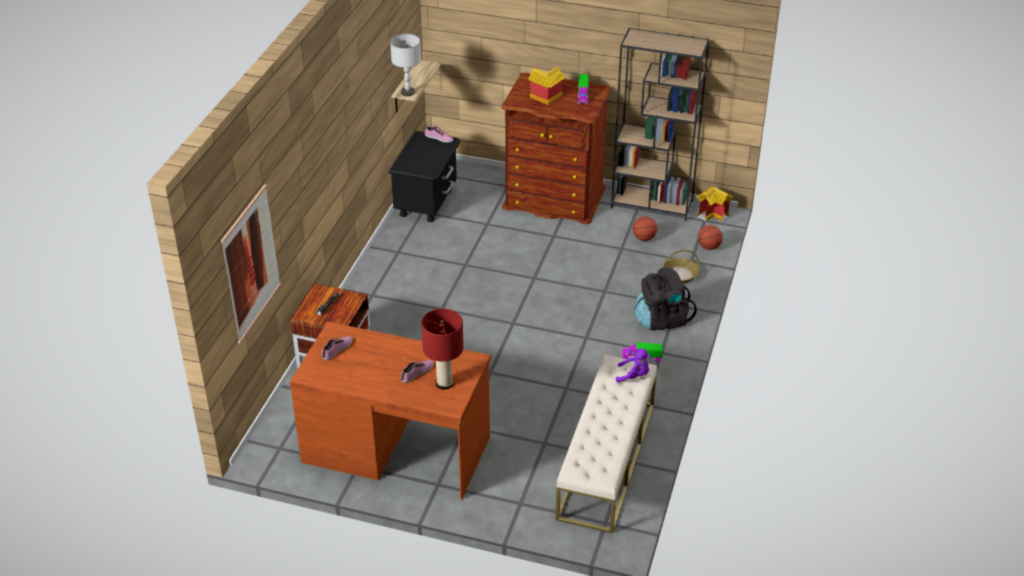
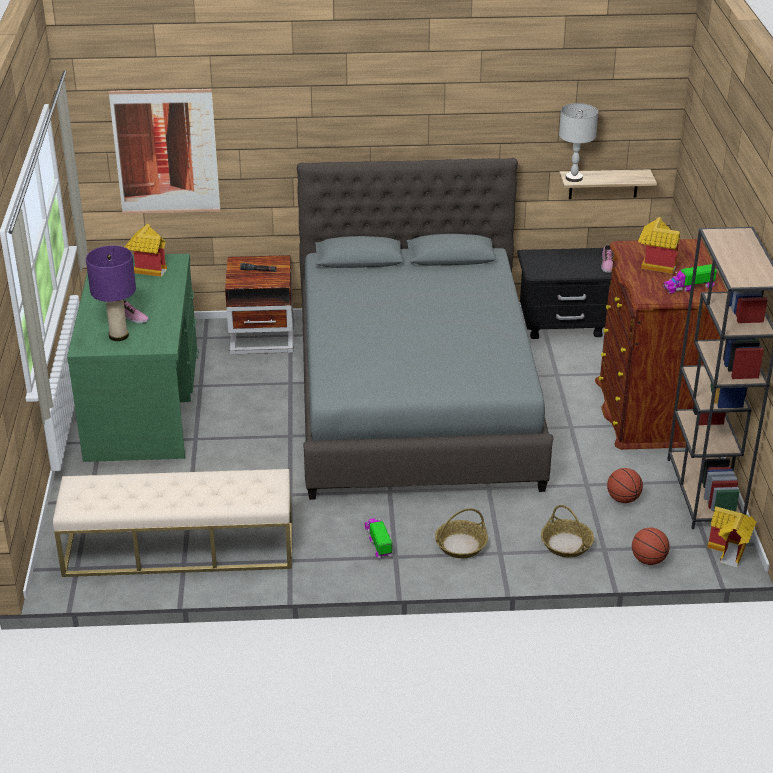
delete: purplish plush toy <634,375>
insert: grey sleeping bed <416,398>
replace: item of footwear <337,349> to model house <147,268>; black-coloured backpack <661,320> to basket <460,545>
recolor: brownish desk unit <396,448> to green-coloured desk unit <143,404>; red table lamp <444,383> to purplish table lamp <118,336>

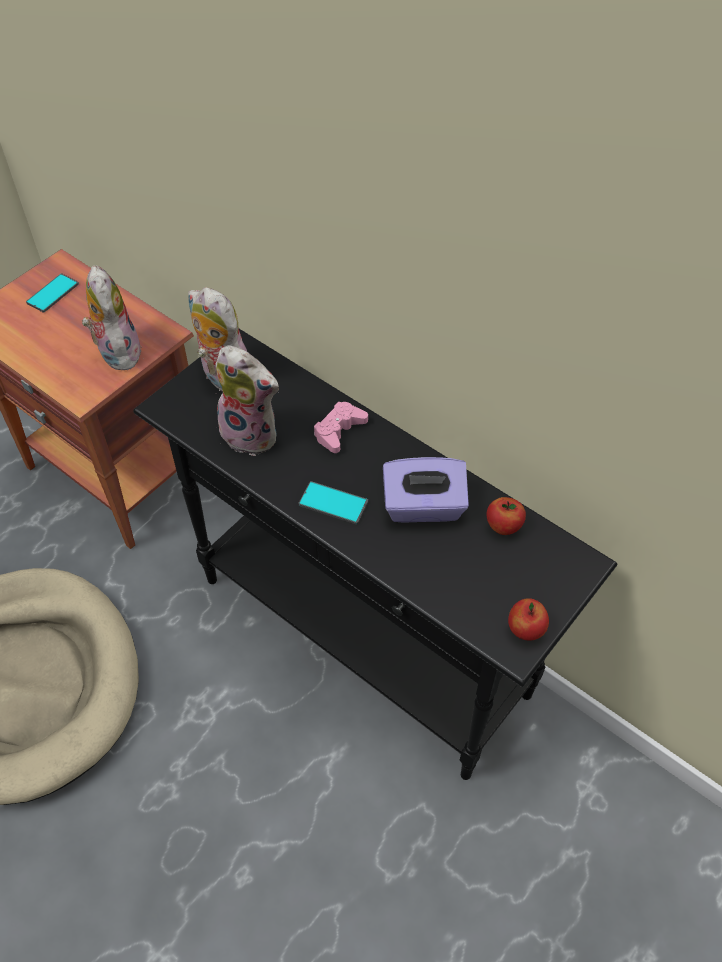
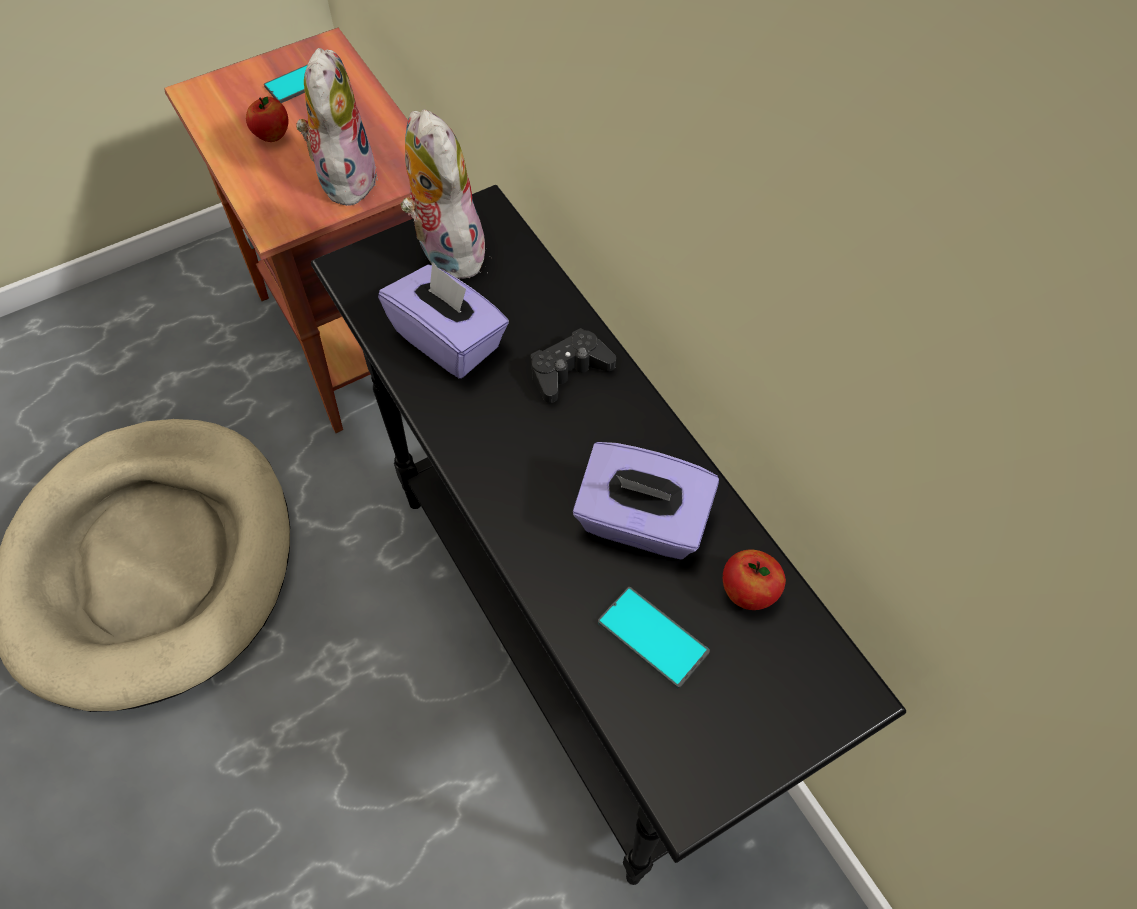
move: apple fruit <525,630> to <272,136>; phone <333,503> to <653,637>
replace: plush toy <253,433> to purplish tissue box <449,340>
recolor: pink-coloured joypad <339,431> to black-coloured joypad <569,371>

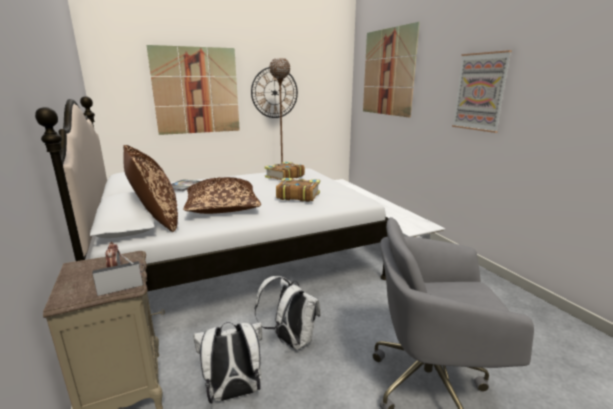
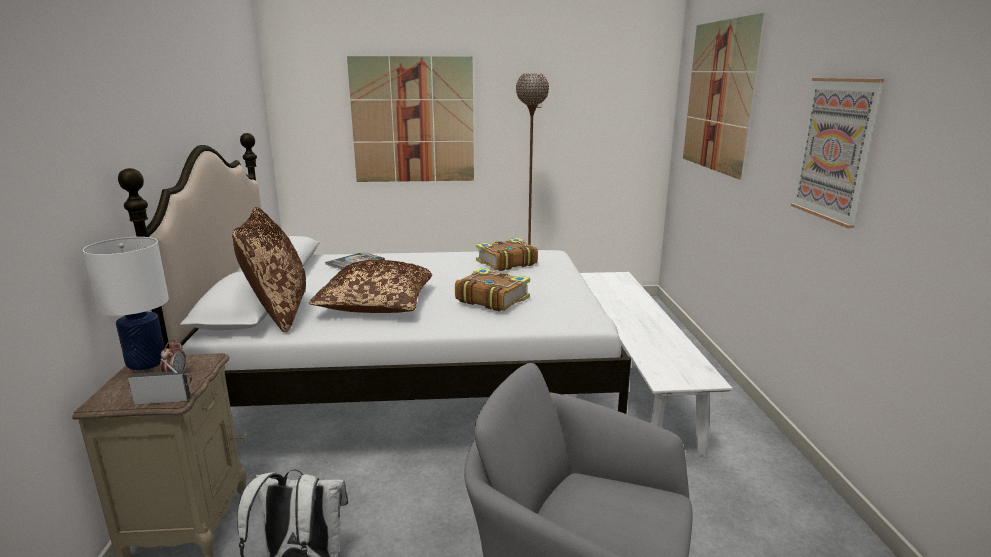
delete: clock on the wall <274,92>; white backpack <290,340>
insert: white table lamp <147,366>

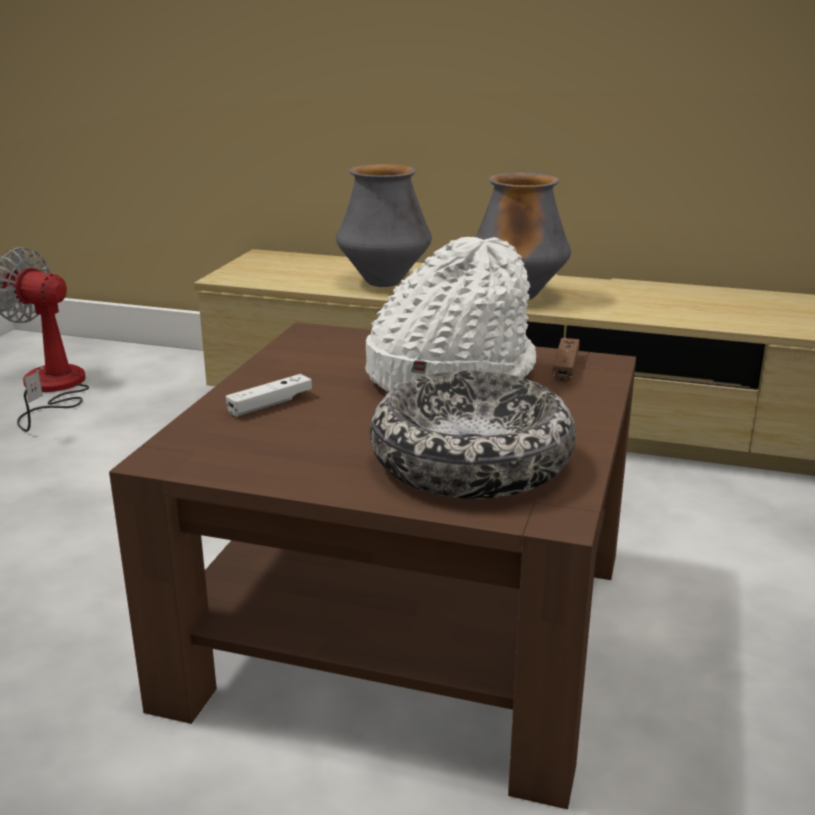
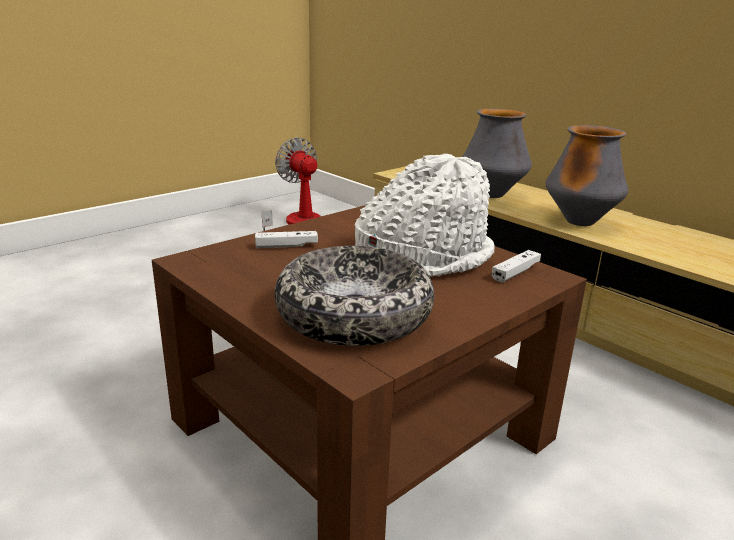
recolor: brownish joypad <565,367> to white joypad <515,272>

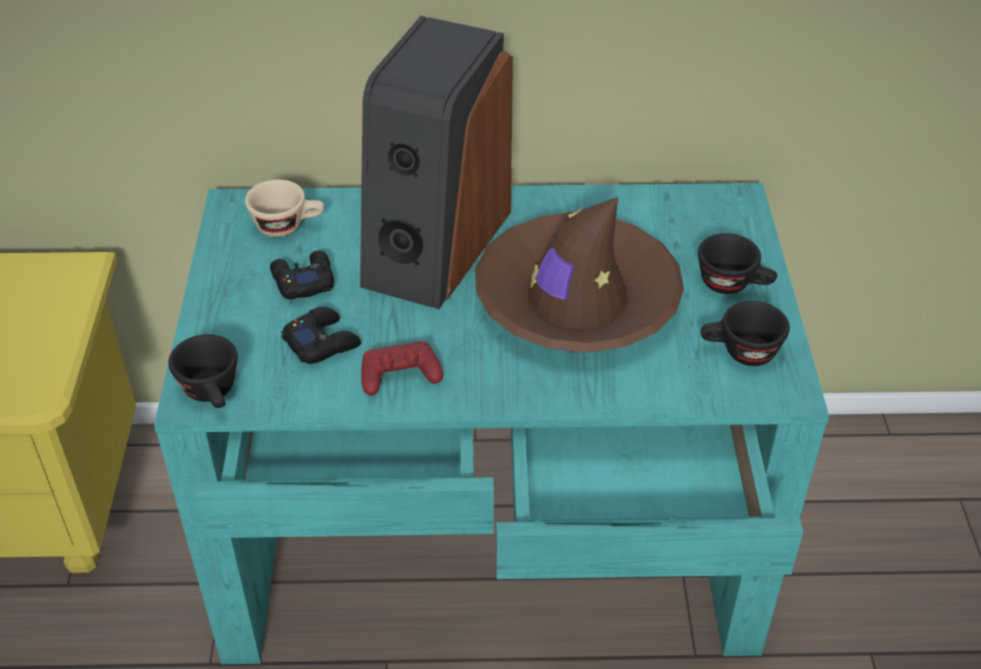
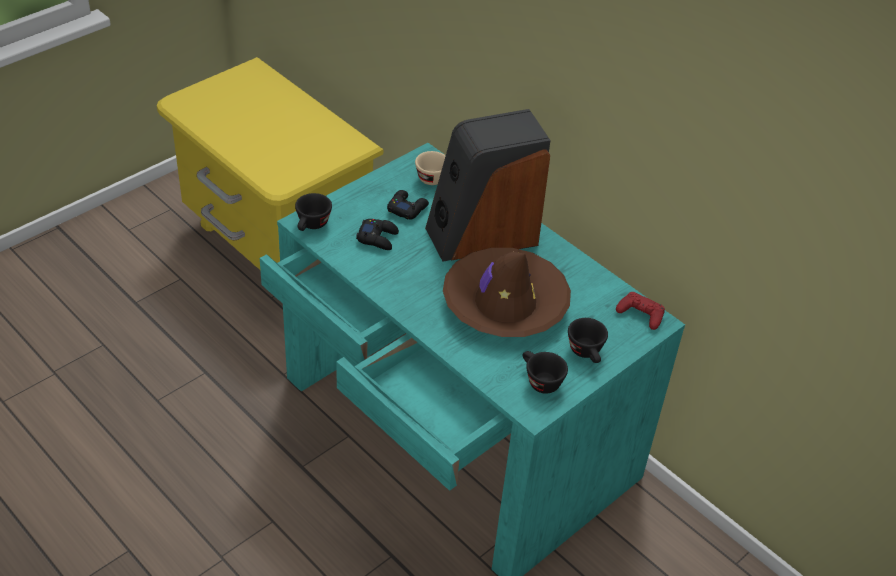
move: red joypad <400,375> to <640,314>

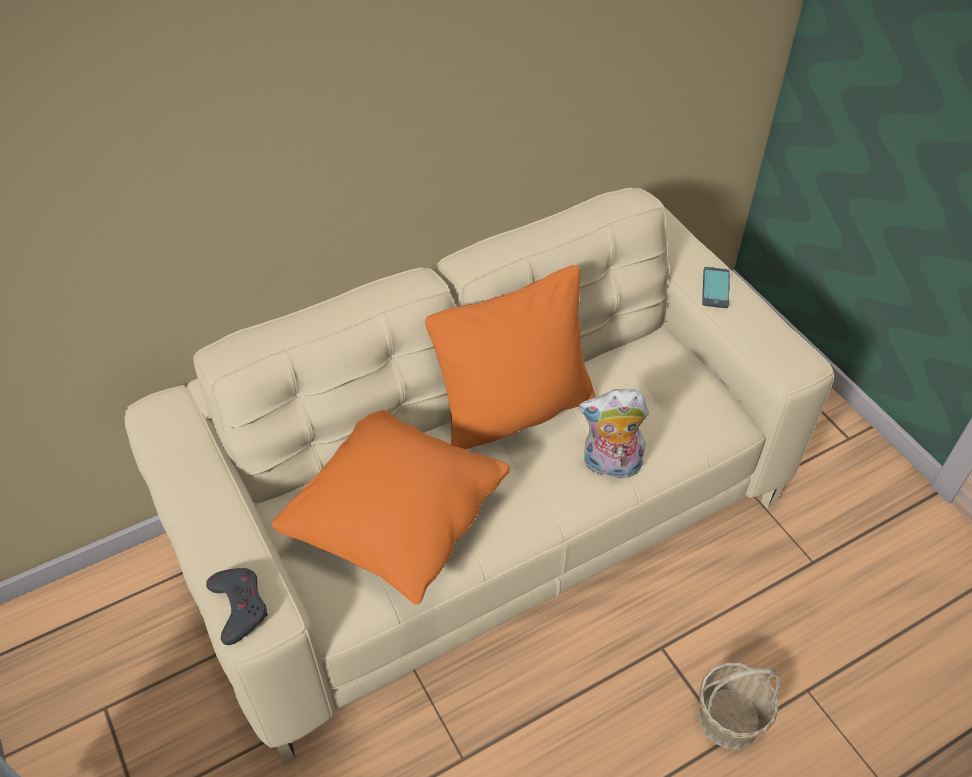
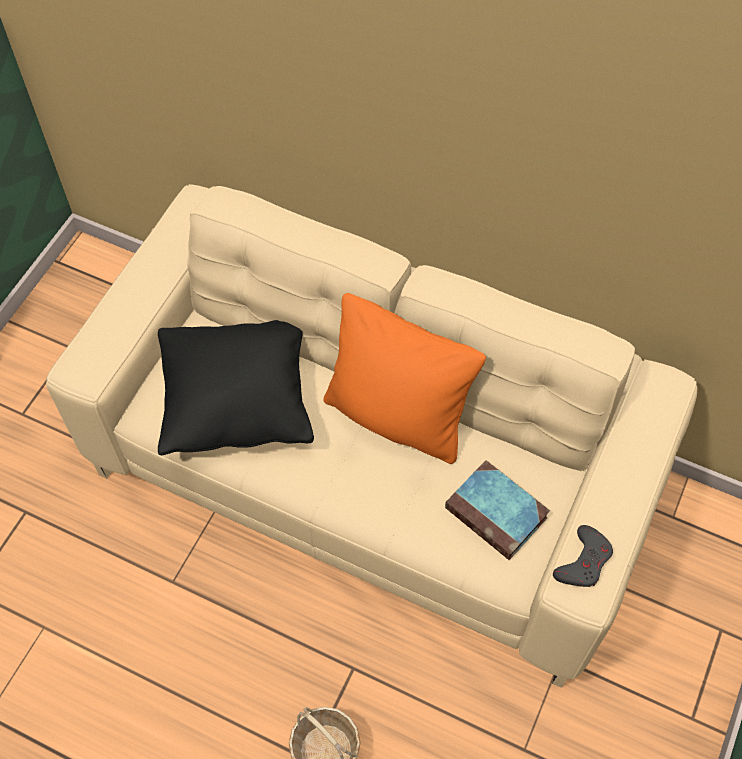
delete: plush toy <610,466>; phone <716,288>
insert: book <498,513>
move: grey joypad <239,606> to <583,561>
recolor: orange-coloured pillow <396,523> to black-coloured pillow <238,404>

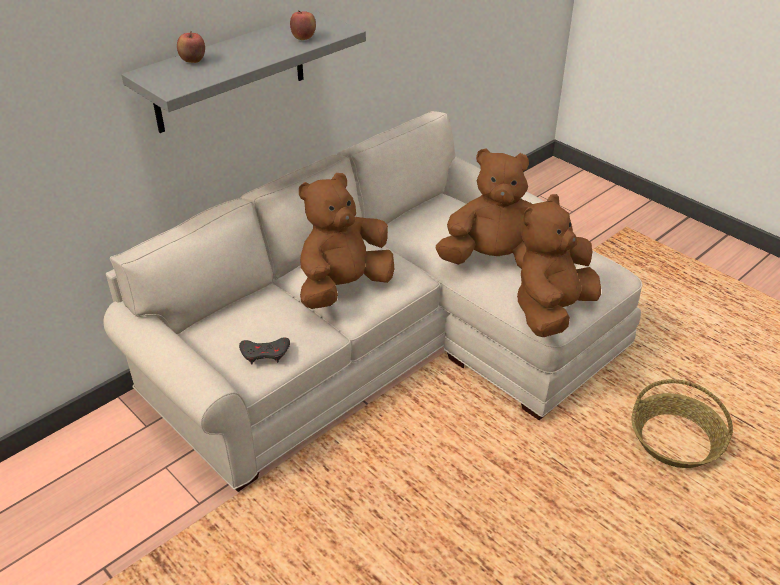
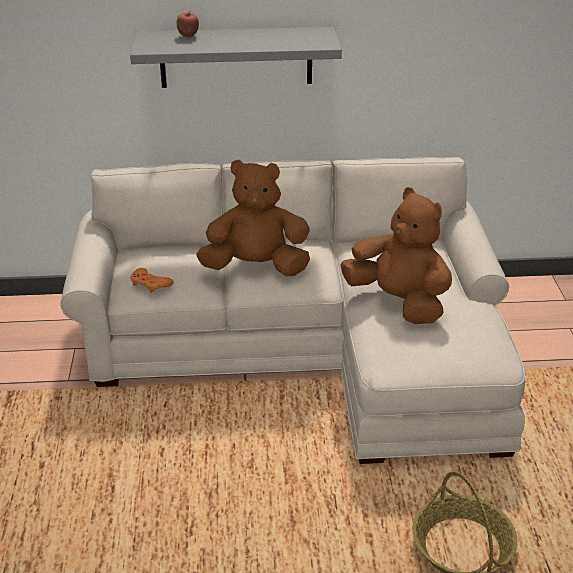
delete: apple fruit <304,39>; brownish plush toy <551,311>
recolor: grey joypad <265,353> to orange-coloured joypad <150,284>

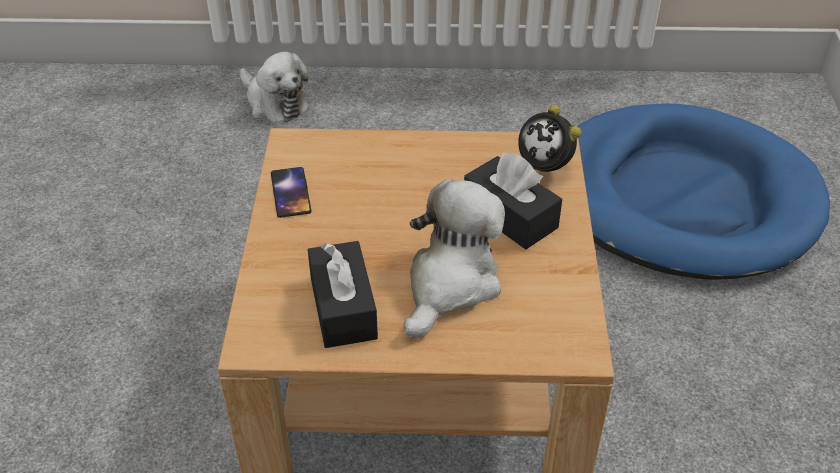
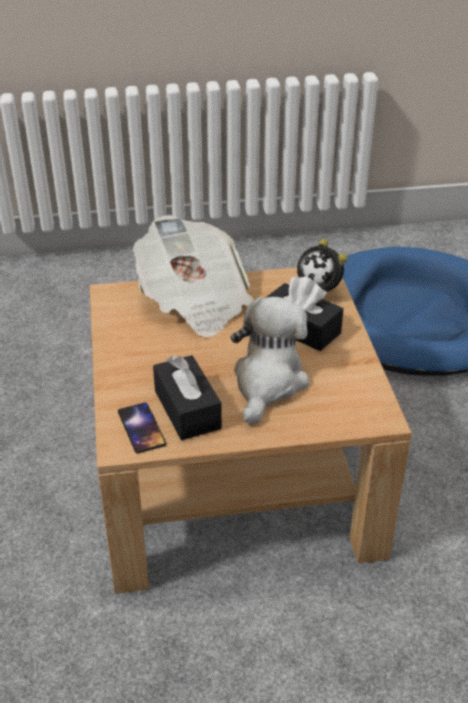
delete: plush toy <274,103>
insert: daily paper <194,302>
move: phone <291,192> to <141,428>

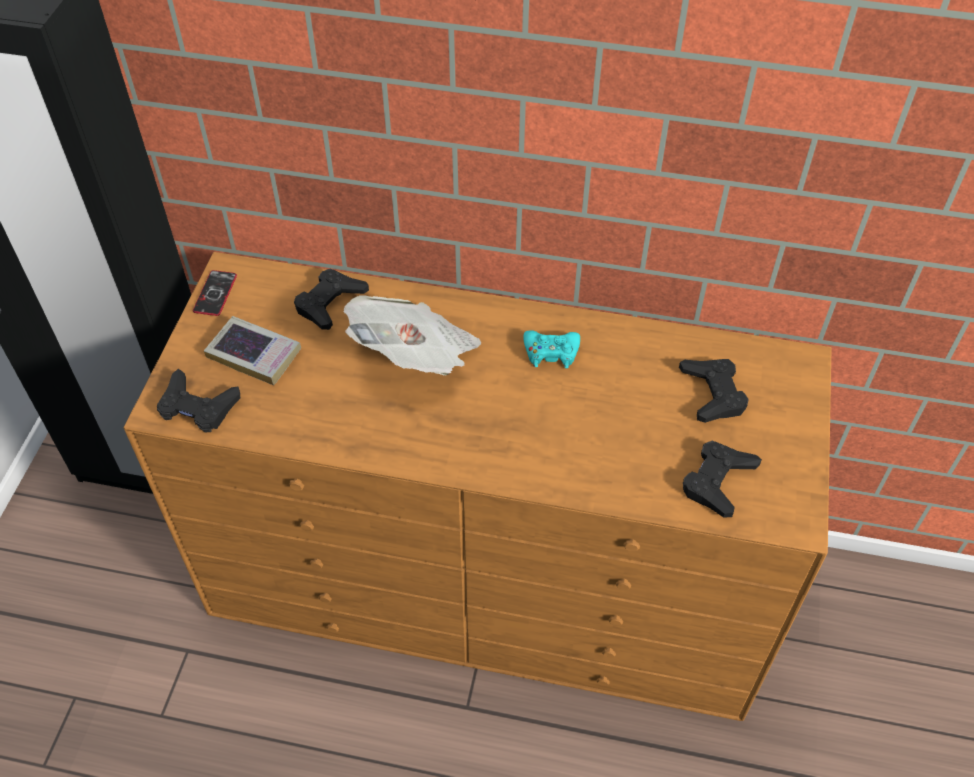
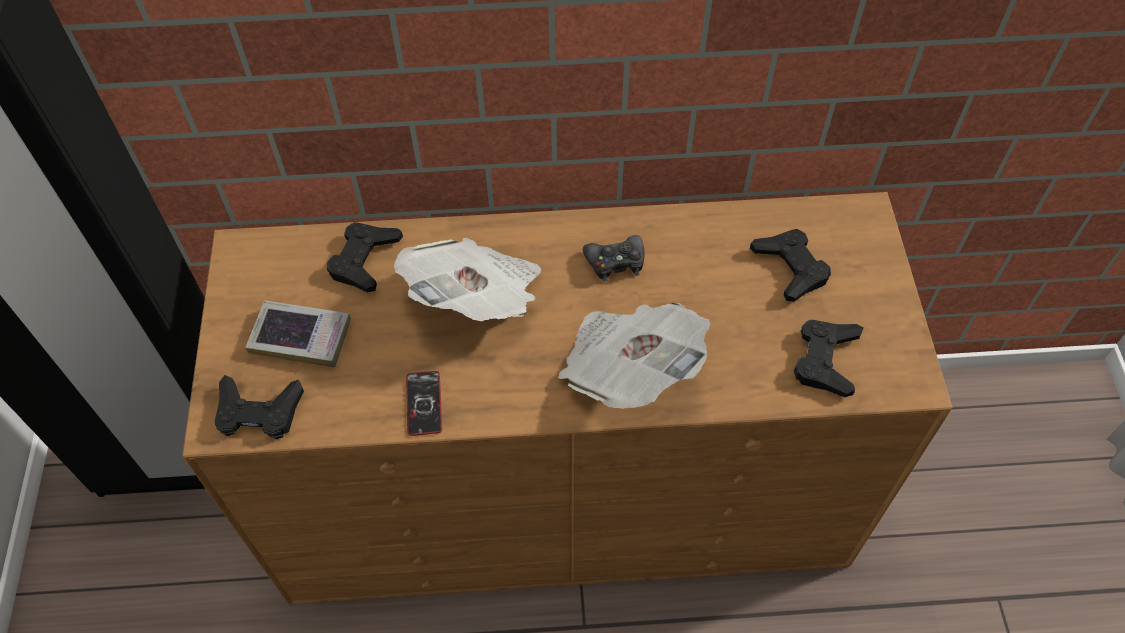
insert: daily paper <629,369>
move: phone <215,294> to <424,403>
recolor: blue-green joypad <551,353> to black-coloured joypad <615,262>

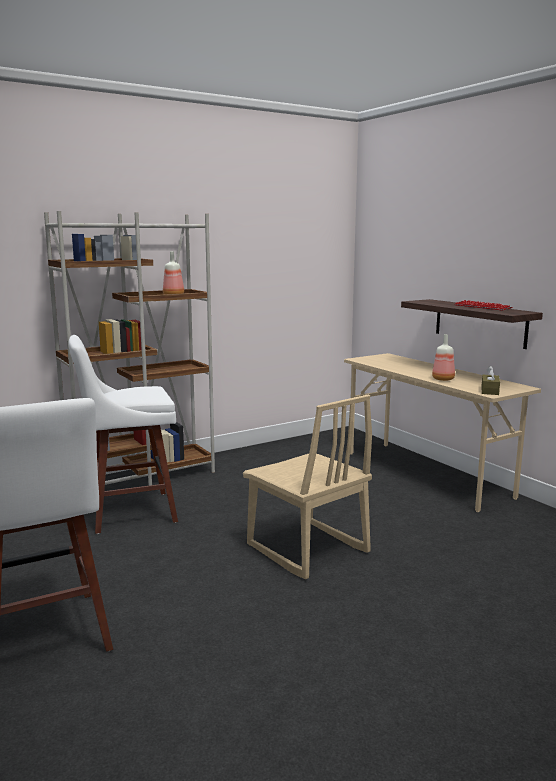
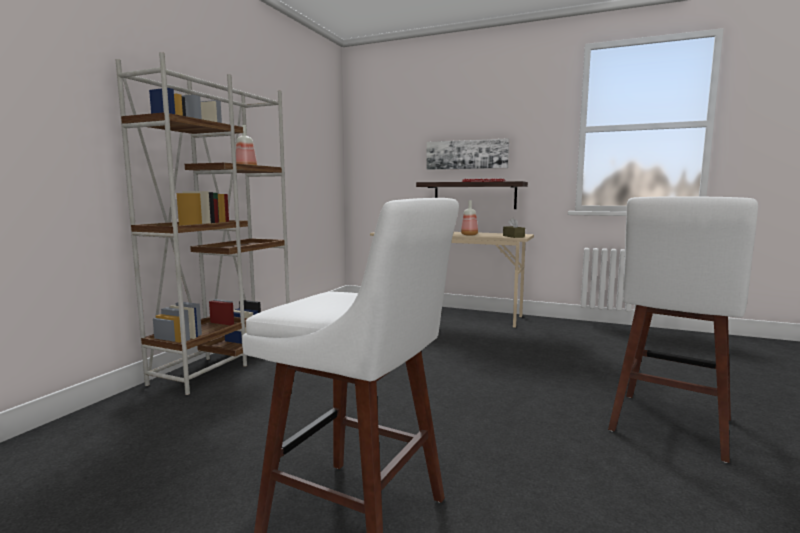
delete: sand-coloured chair <306,550>
insert: wall art <466,154>
move: white stool seat <129,512> to <669,426>

